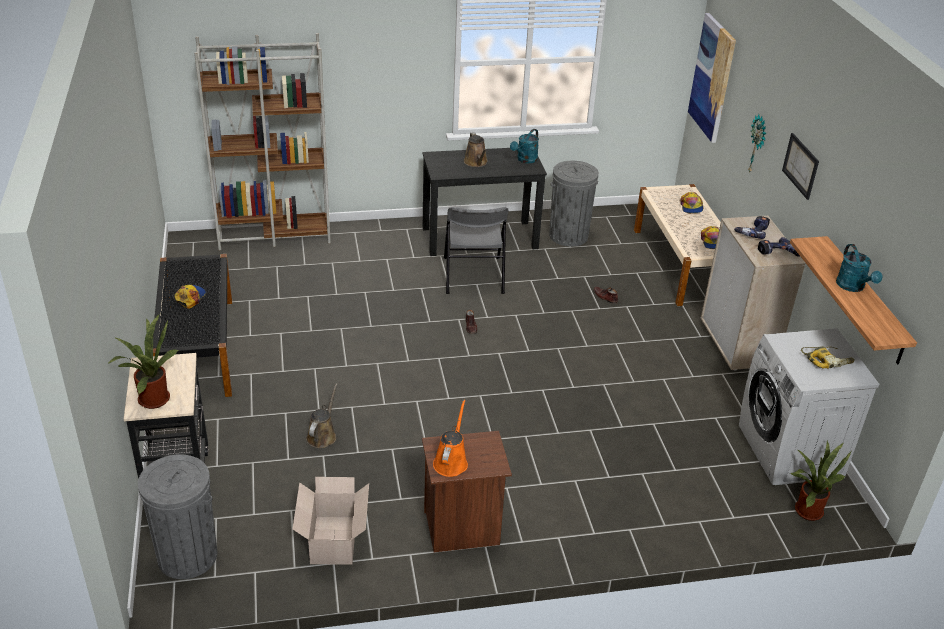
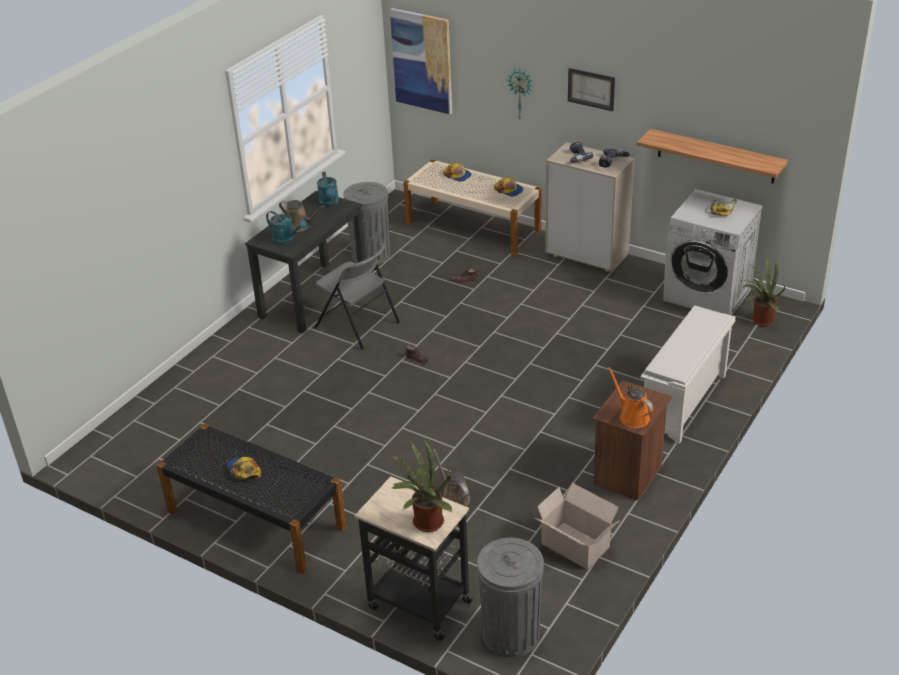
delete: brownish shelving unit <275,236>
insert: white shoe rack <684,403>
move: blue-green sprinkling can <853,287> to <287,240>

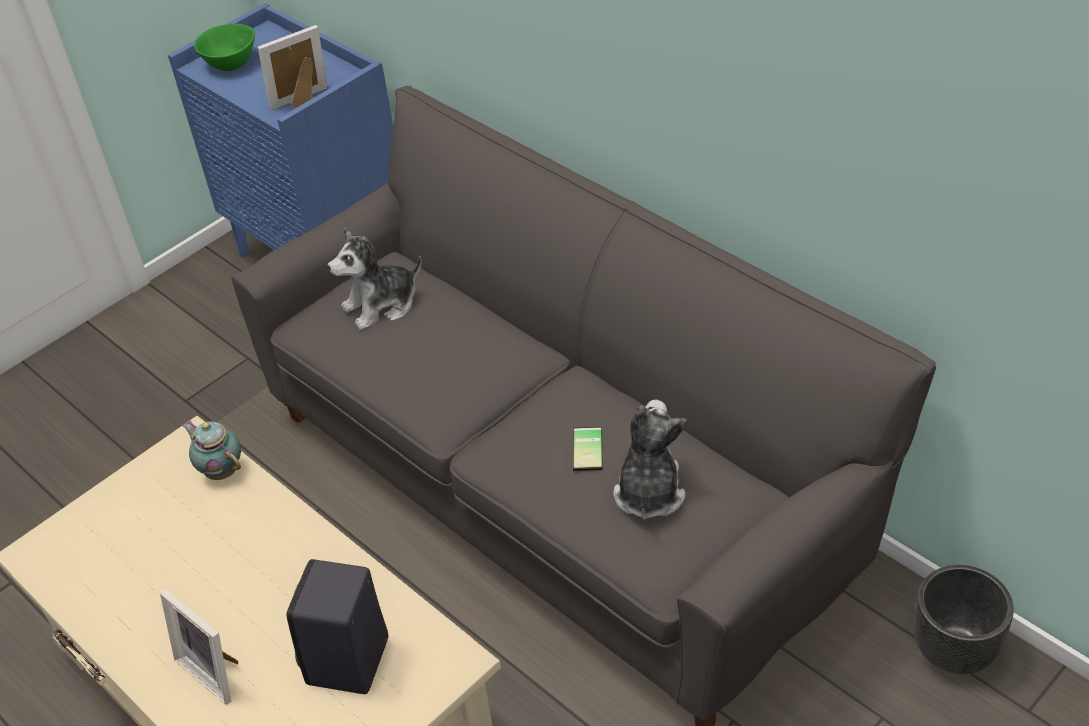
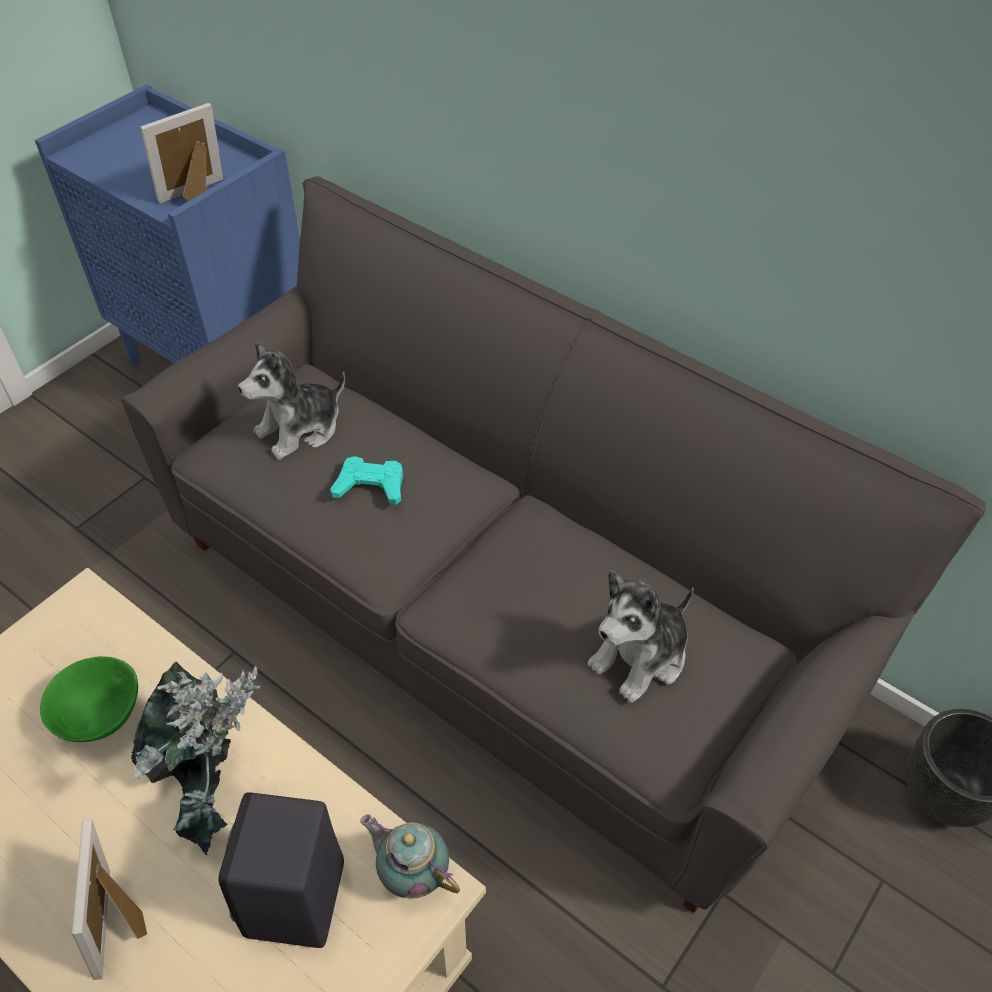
delete: phone <590,449>
insert: potted plant <212,787>; blue-green joypad <370,485>
move: green-coloured bowl <230,63> to <100,716>; tea pot <221,470> to <412,873>
rotate: photo frame <214,670> = <123,921> 45 degrees clockwise; plush toy <649,492> = <641,657> 135 degrees counterclockwise

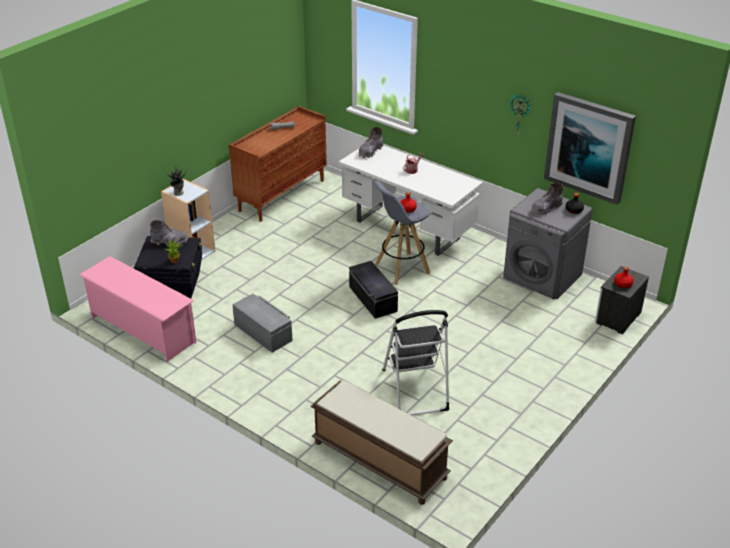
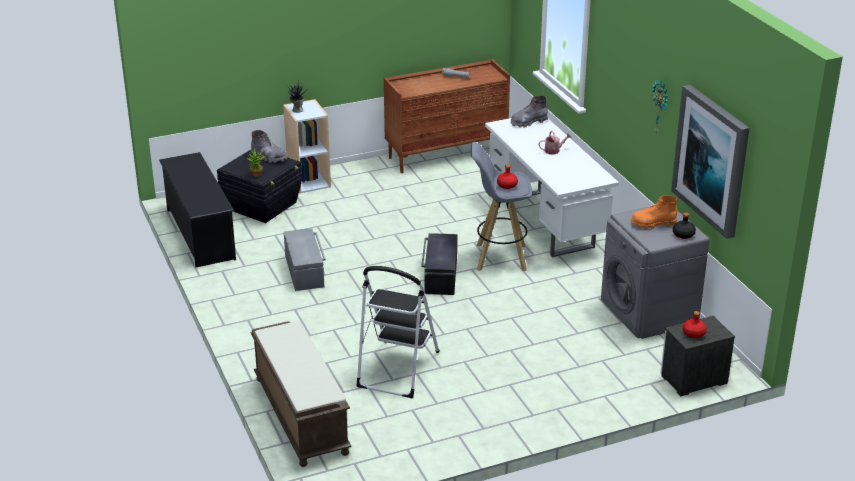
recolor: pink-coloured shoe rack <142,329> to black-coloured shoe rack <200,234>; grey boot <546,208> to orange-coloured boot <653,224>

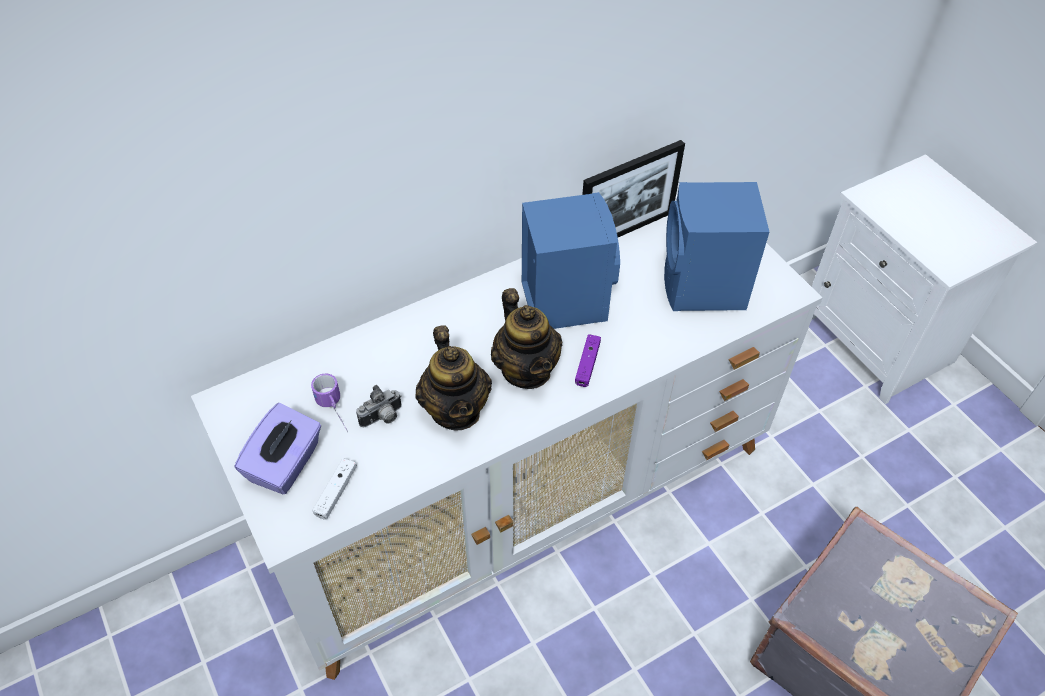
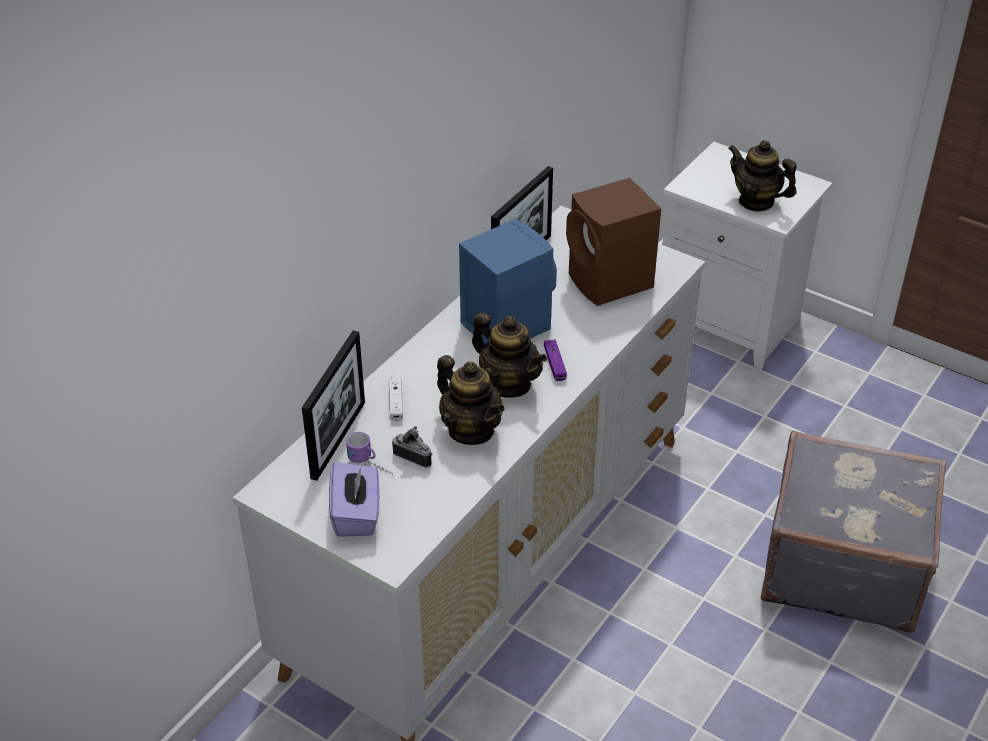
insert: photo frame <338,439>; tea pot <756,201>
move: white joypad <336,492> to <396,403>
recolor: bluish audio speaker <703,288> to brownish audio speaker <611,283>
rotate: still camera <383,418> = <414,456> 90 degrees counterclockwise

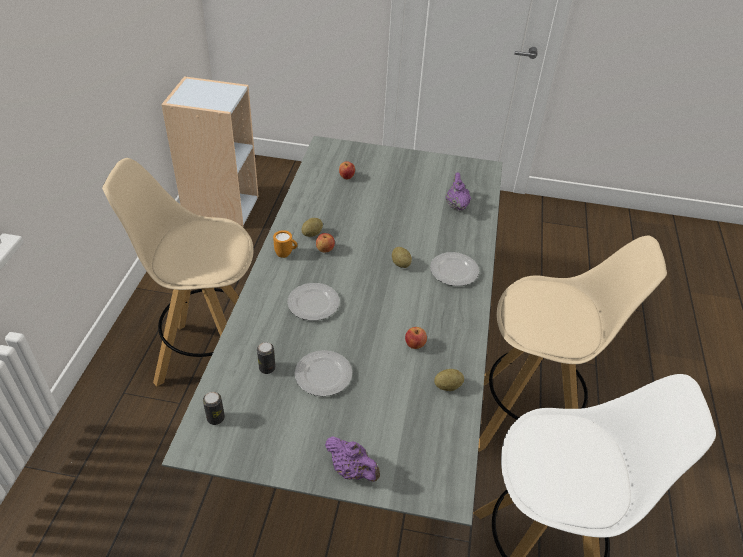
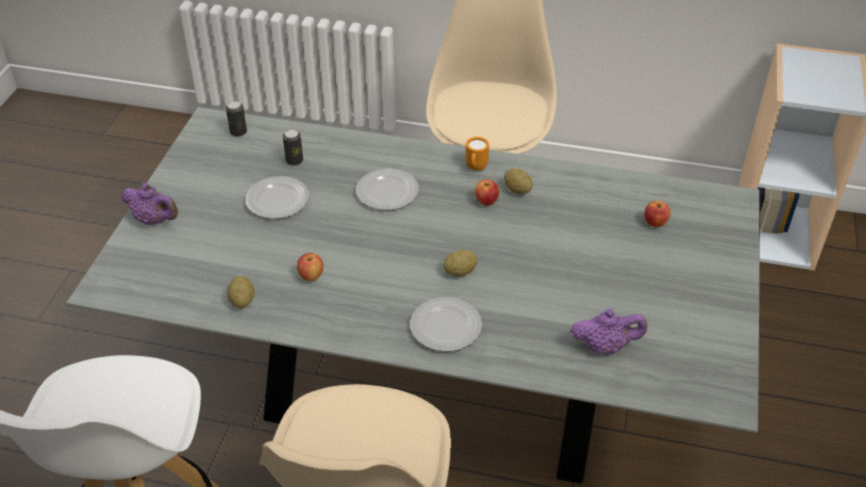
rotate: purplish tea pot <352,470> = <154,220> 105 degrees counterclockwise

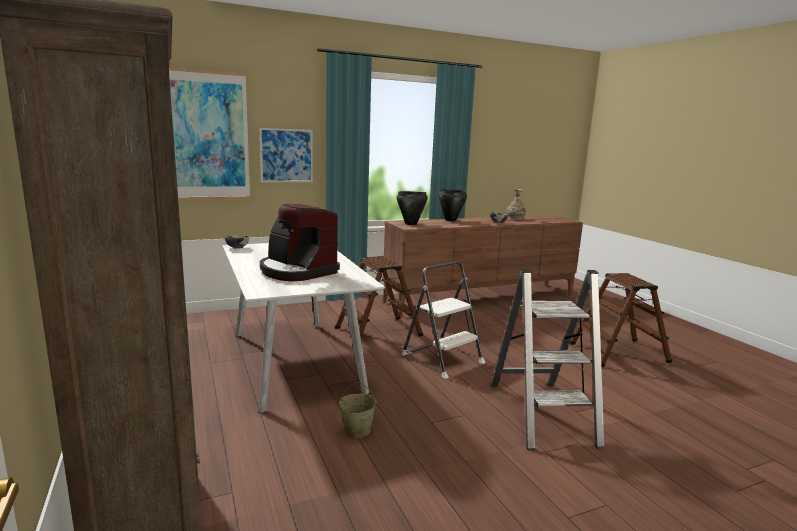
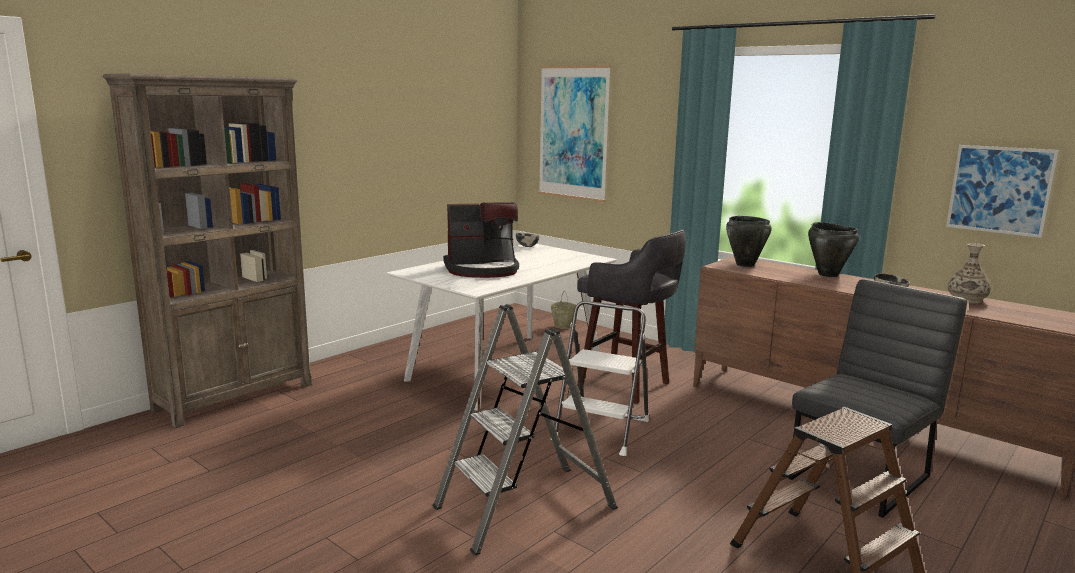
insert: grey chair <862,476>
move: sand-coloured pail <357,430> to <564,326>; wall art <286,155> to <999,190>
replace: brownish step ladder <378,332> to grey stool seat <627,386>
rotate: coffee machine <297,271> = <482,269> 120 degrees counterclockwise

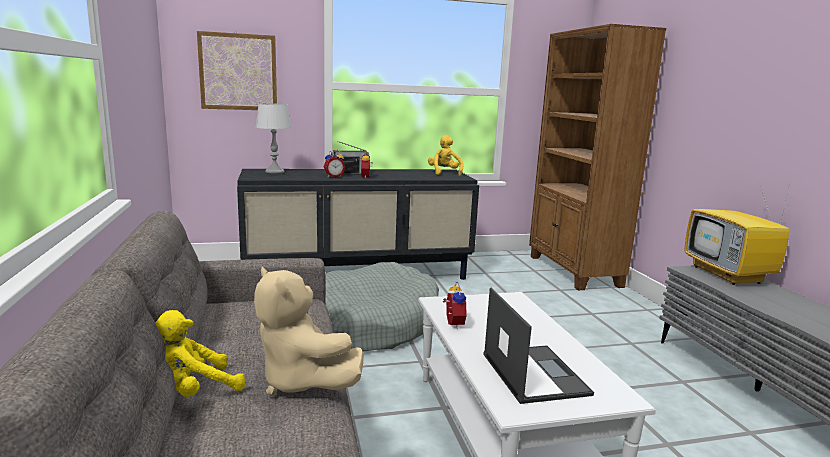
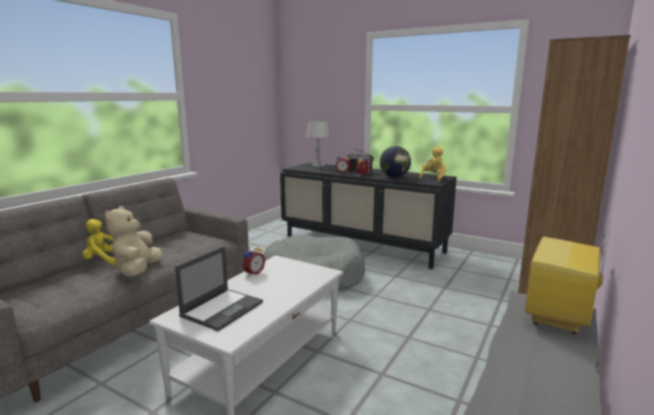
delete: wall art <238,71>
insert: world globe <394,177>

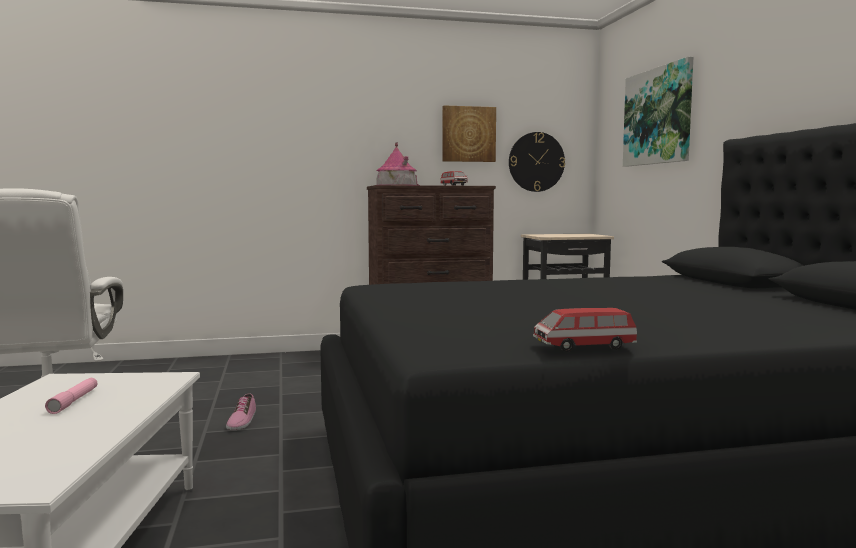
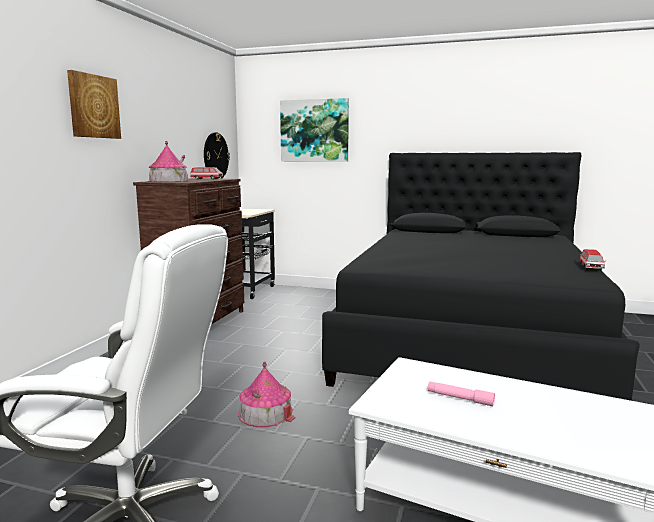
move: wall art <468,134> to <93,106>
replace: item of footwear <241,421> to model house <265,412>

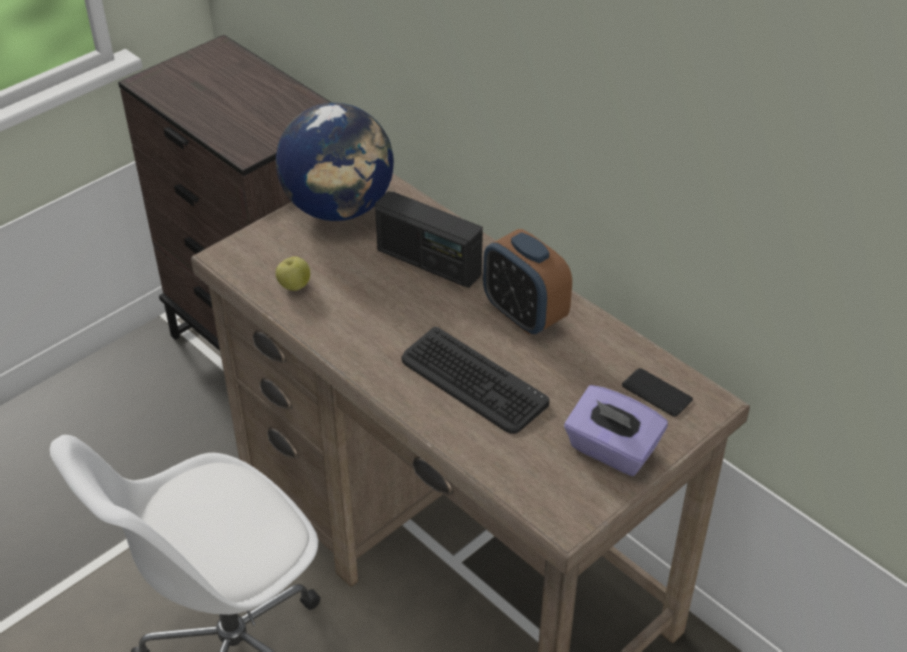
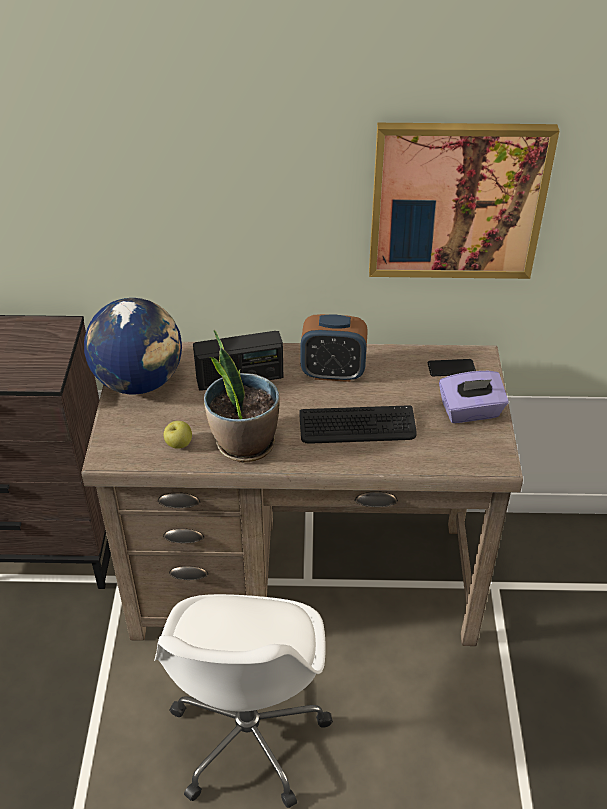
insert: potted plant <244,443>; wall art <457,201>

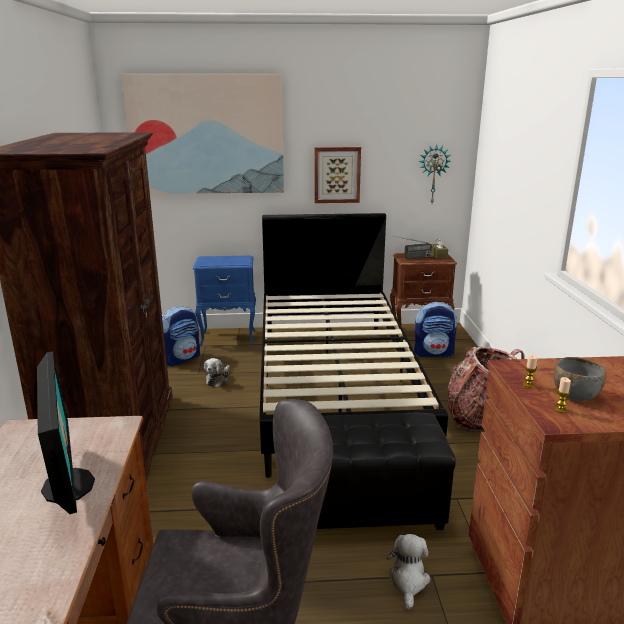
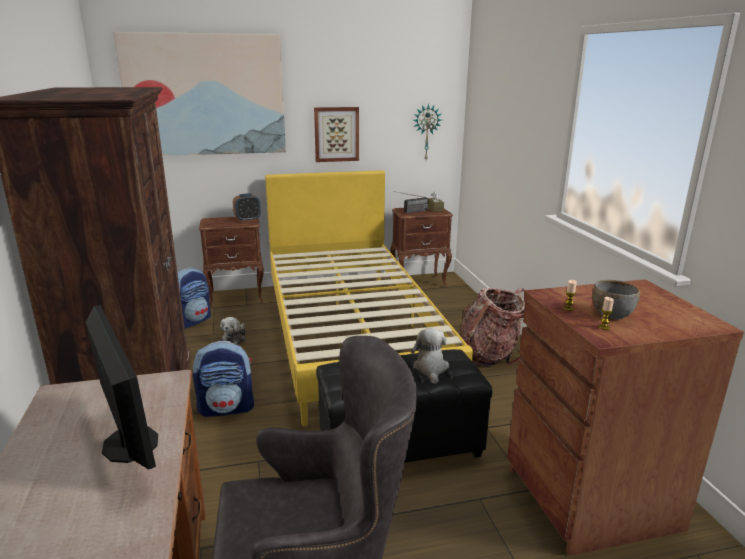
insert: table clock <247,219>
move: backpack <433,353> to <227,408>; plush toy <408,581> to <431,368>
recolor: bluish night table <228,338> to brownish night table <236,298>; black-coloured sleeping bed <334,384> to yellowish sleeping bed <350,335>

